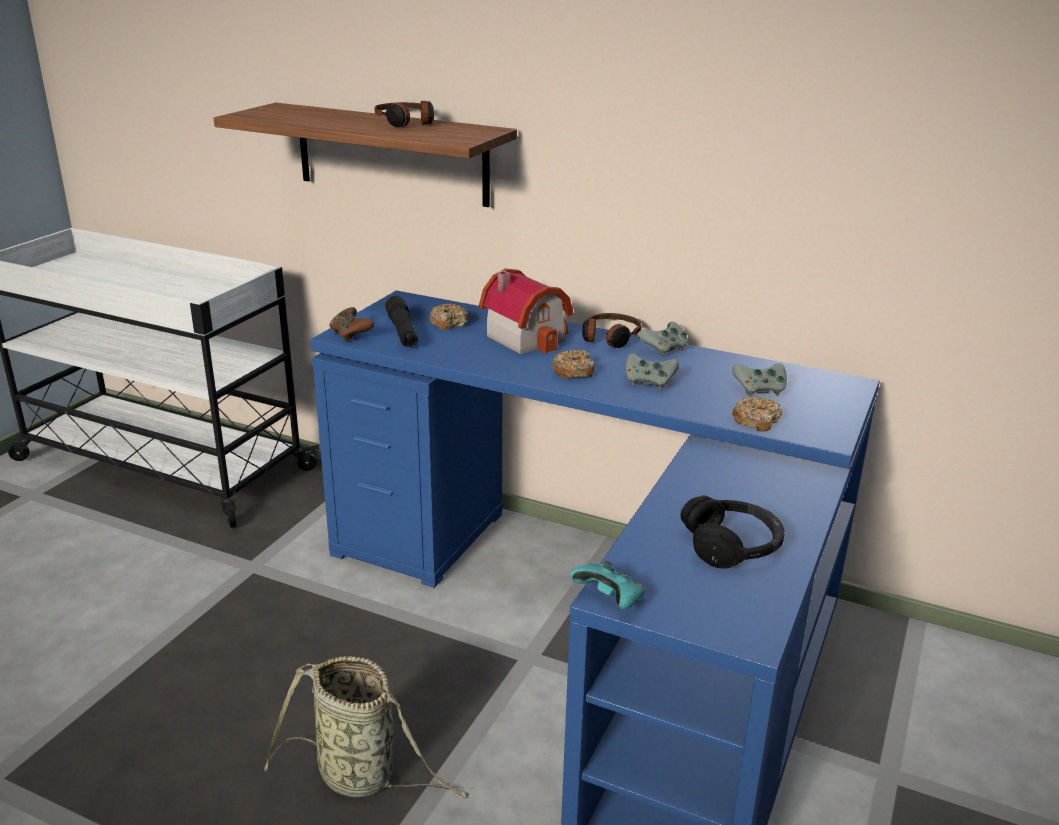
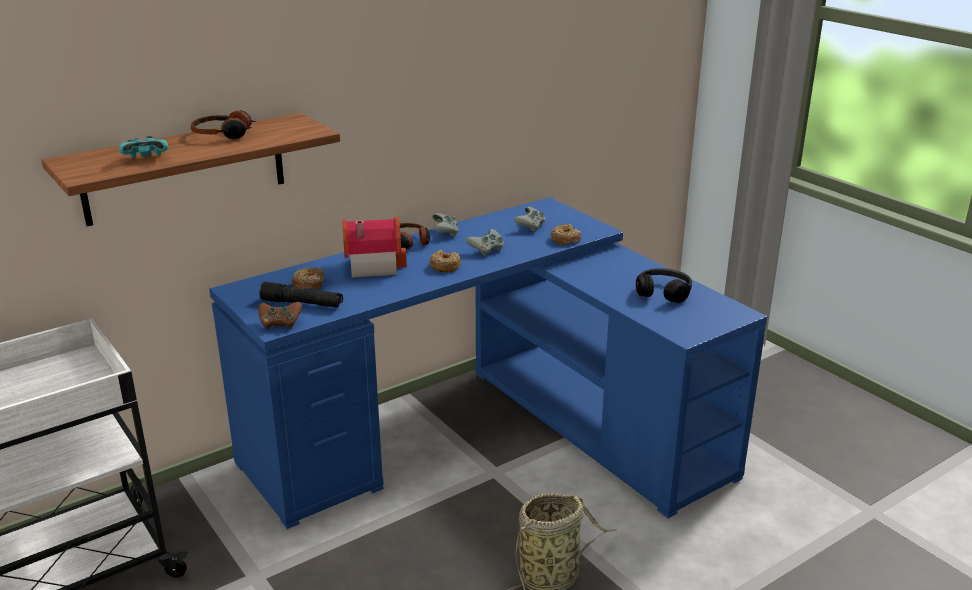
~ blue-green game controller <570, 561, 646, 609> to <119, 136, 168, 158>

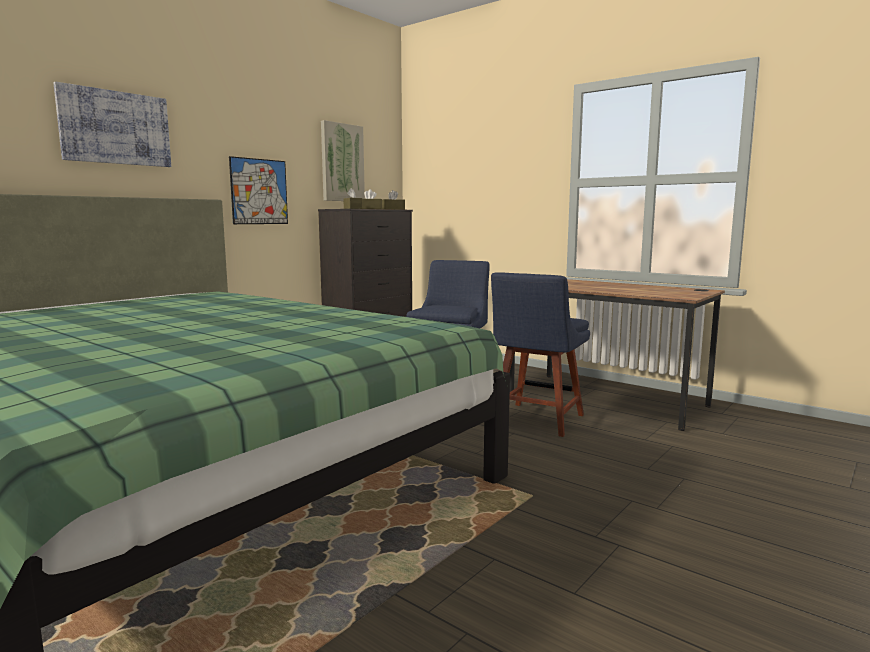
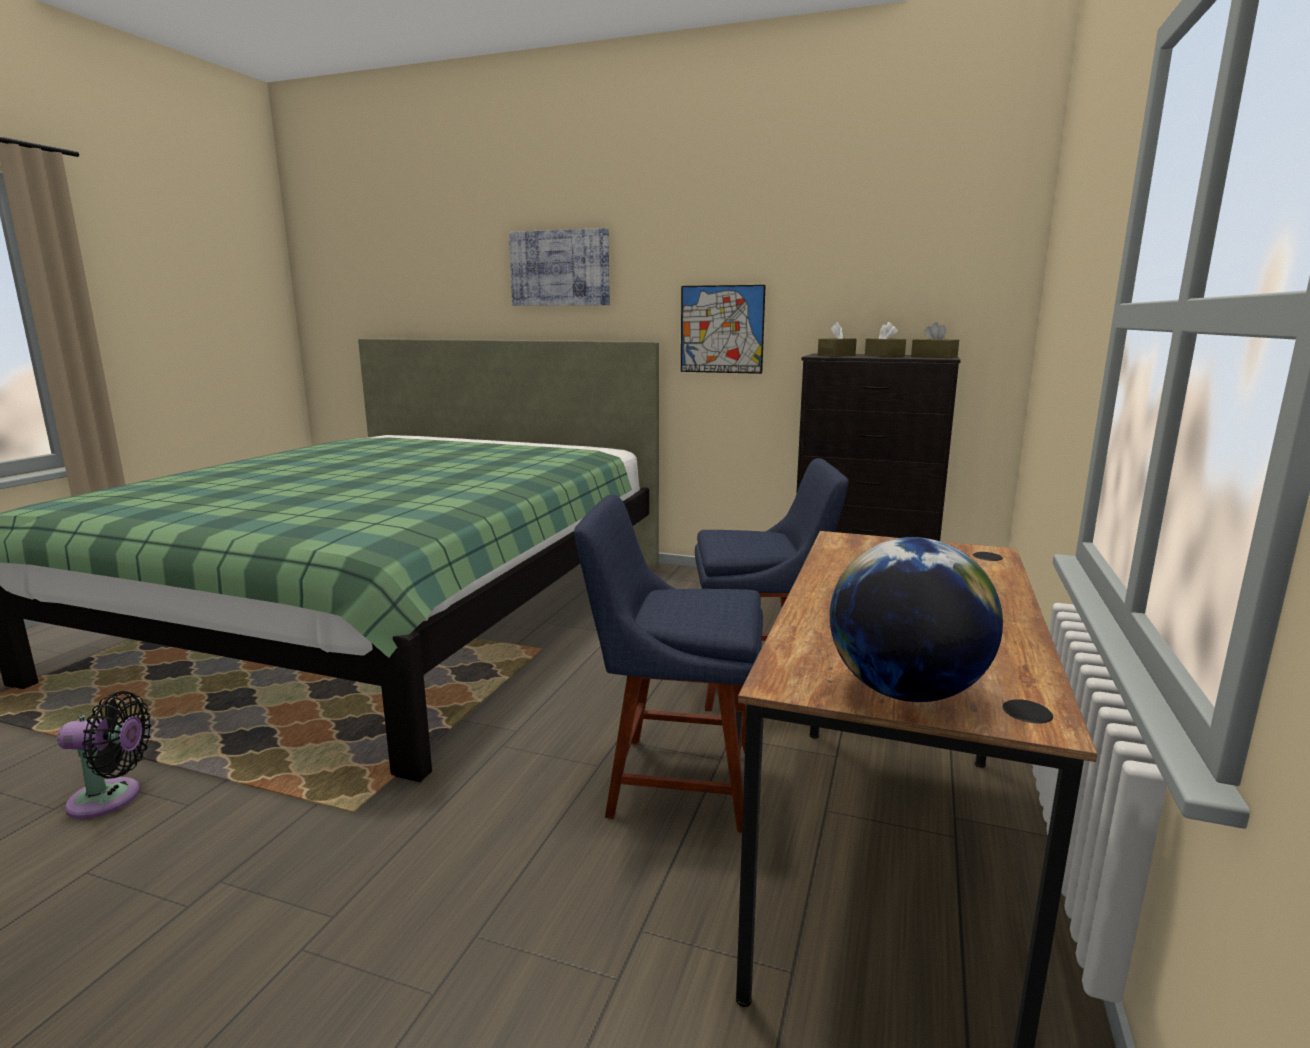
- wall picture <321, 120, 365, 201>
+ globe <830, 537, 1003, 702>
+ blackish electric fan <57, 691, 151, 819>

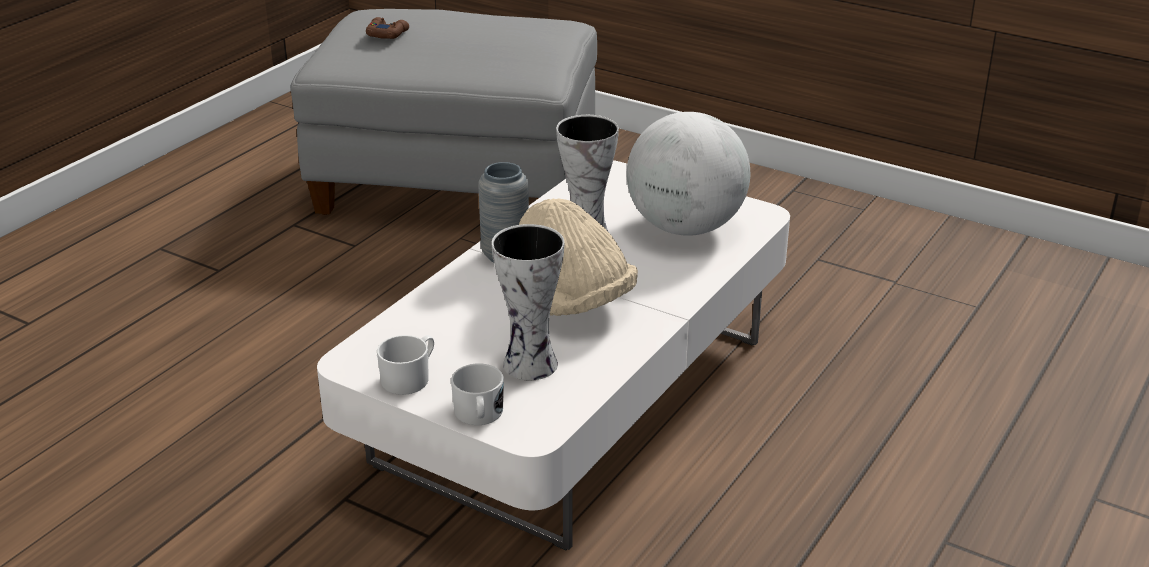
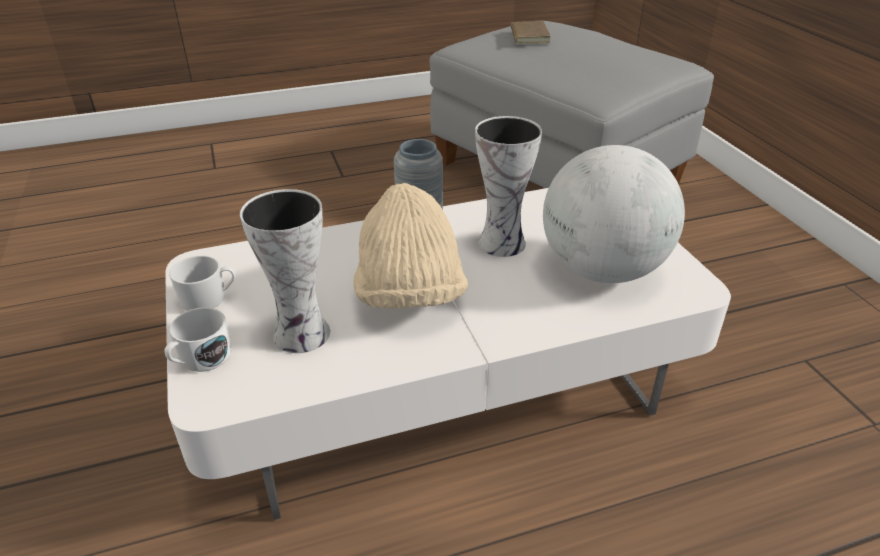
~ brown-coloured game controller <366, 17, 409, 39> to brown-coloured volume <505, 21, 551, 43>

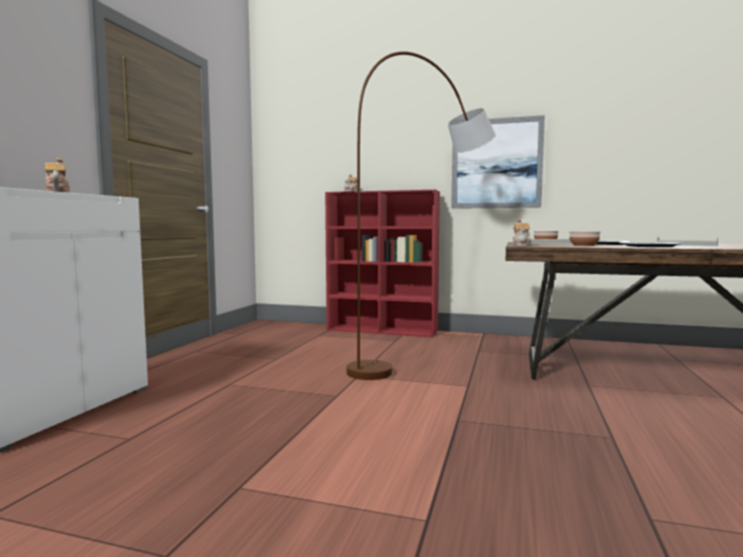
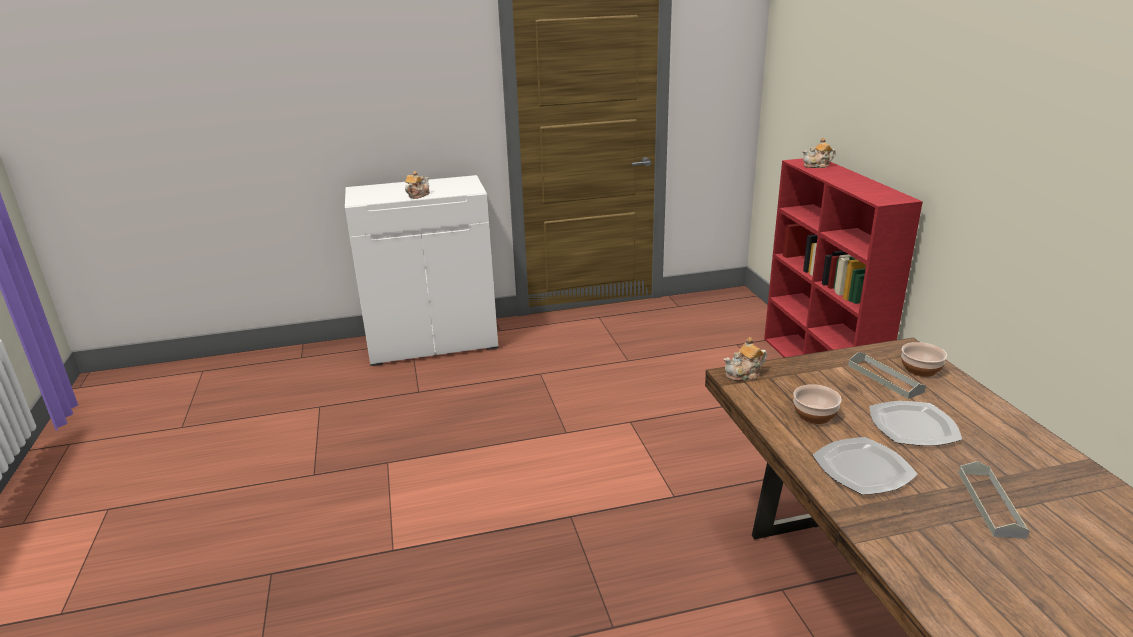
- brown-coloured floor lamp <346, 52, 496, 380>
- wall picture <451, 115, 545, 209>

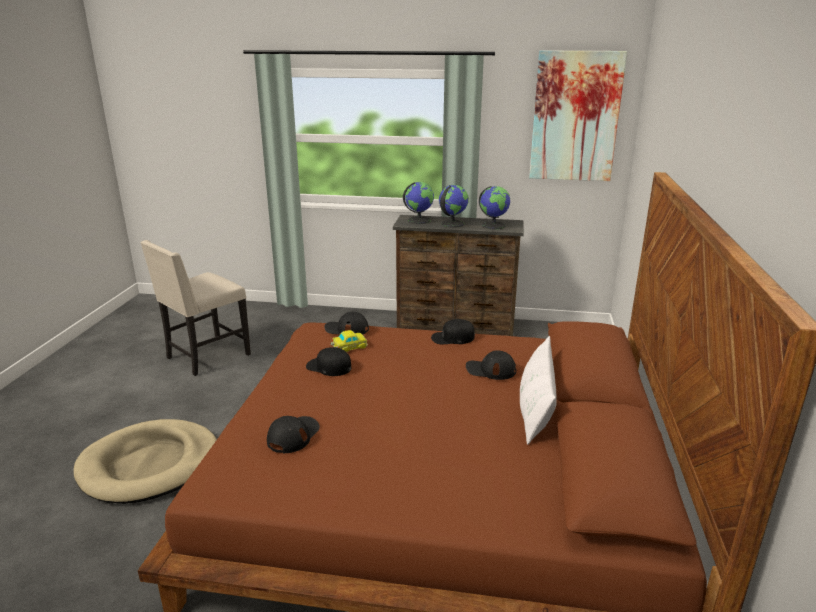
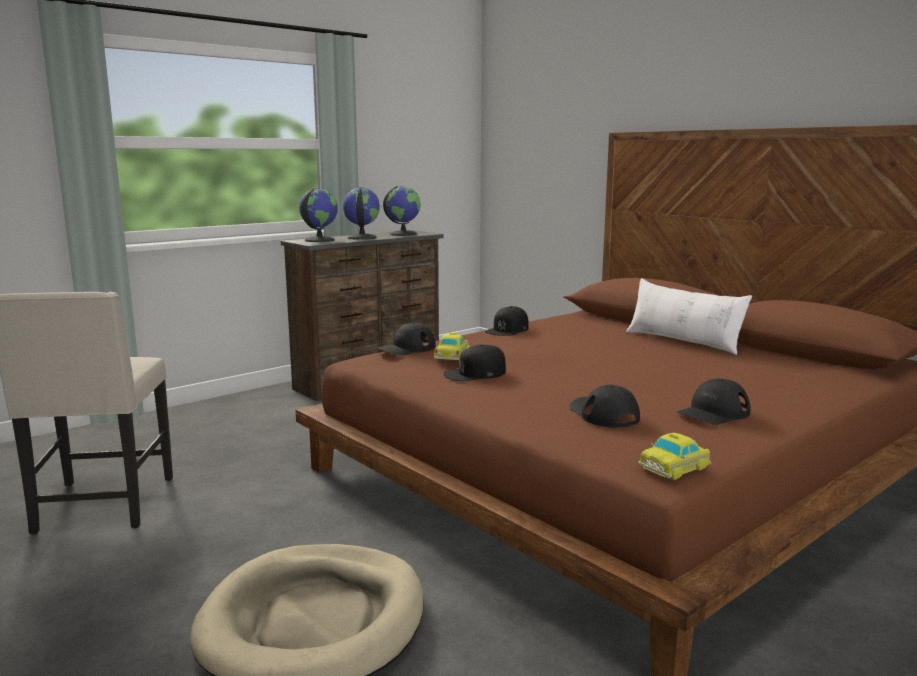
- wall picture <529, 51, 627, 181>
~ blackish cap <466, 351, 516, 380> to <677, 379, 750, 425>
+ toy car <638, 433, 711, 480>

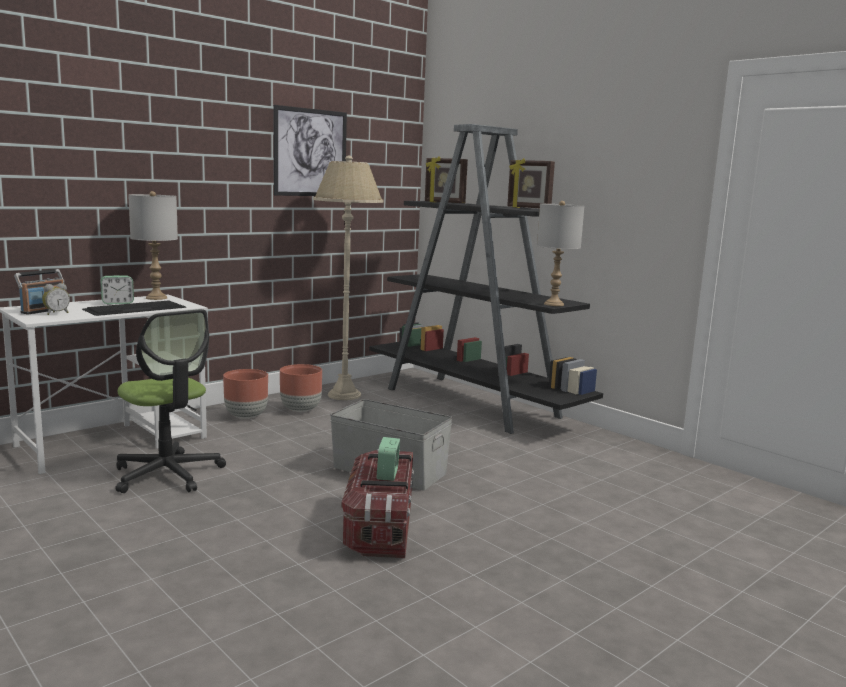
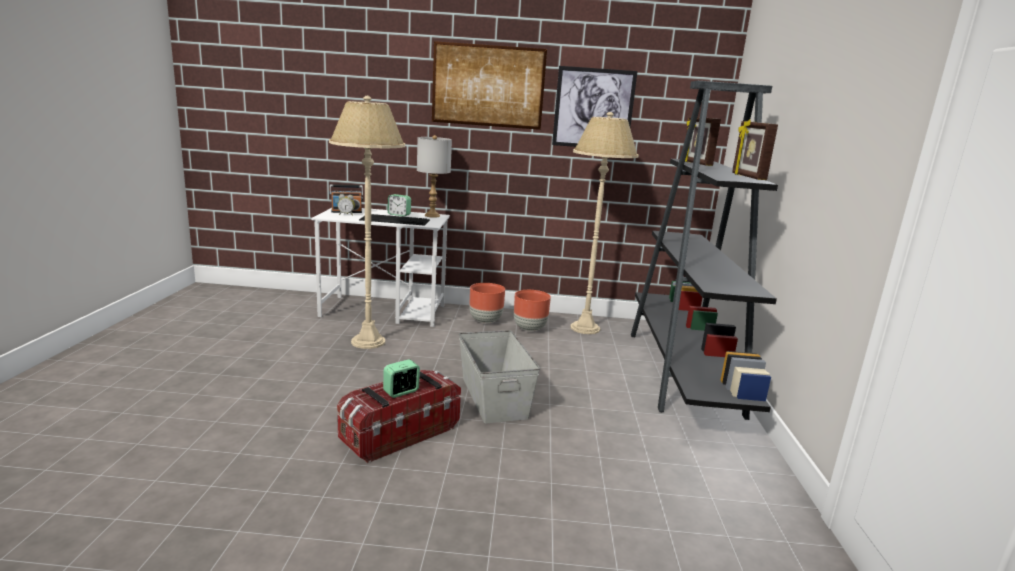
- grey table lamp <537, 201, 584, 306>
~ desk chair <115, 309, 226, 493> to beige-coloured floor lamp <329, 96, 405, 349>
+ wall picture <432, 41, 547, 130>

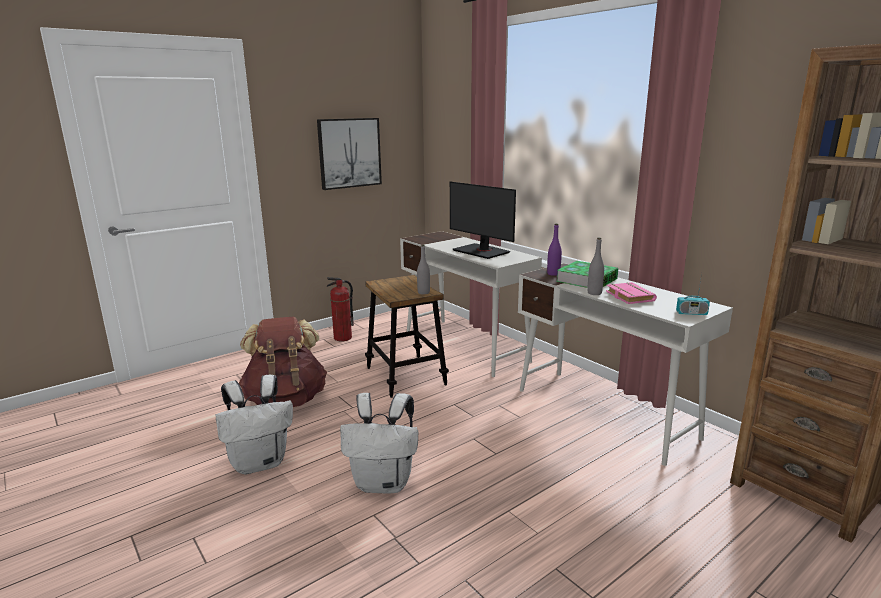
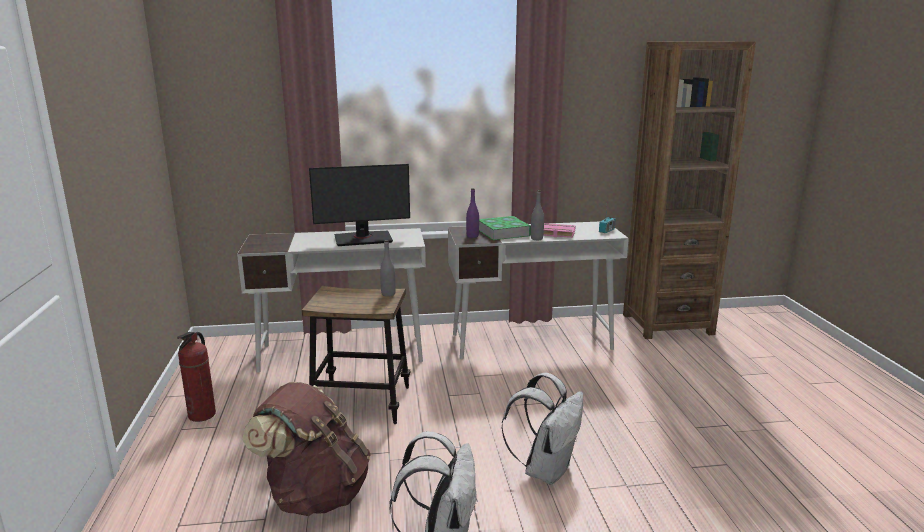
- wall picture <317, 118, 382, 190>

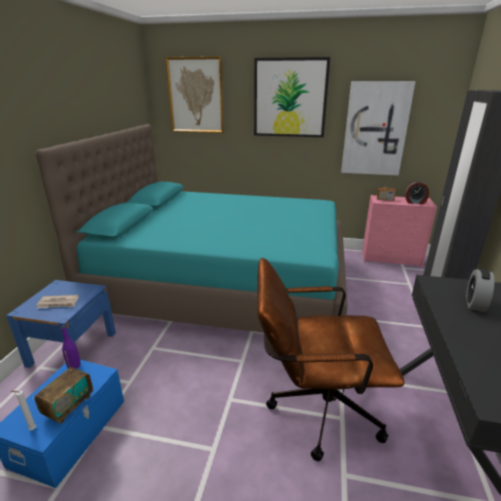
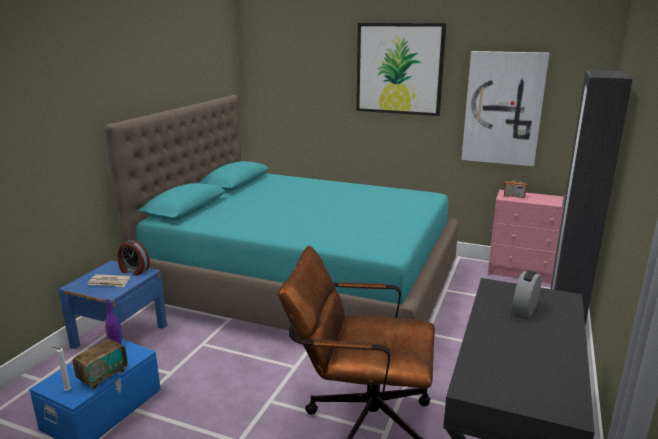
- wall picture <165, 56, 224, 133>
~ alarm clock <405, 181, 429, 205> to <118, 240, 150, 276>

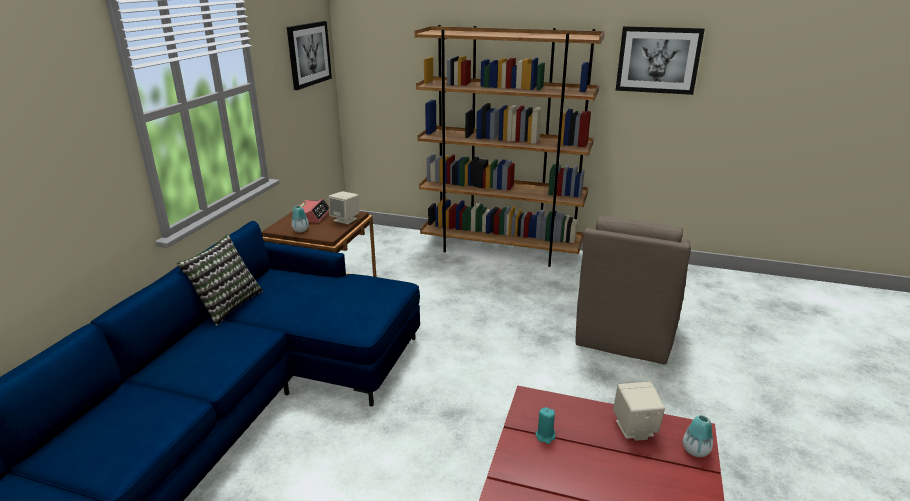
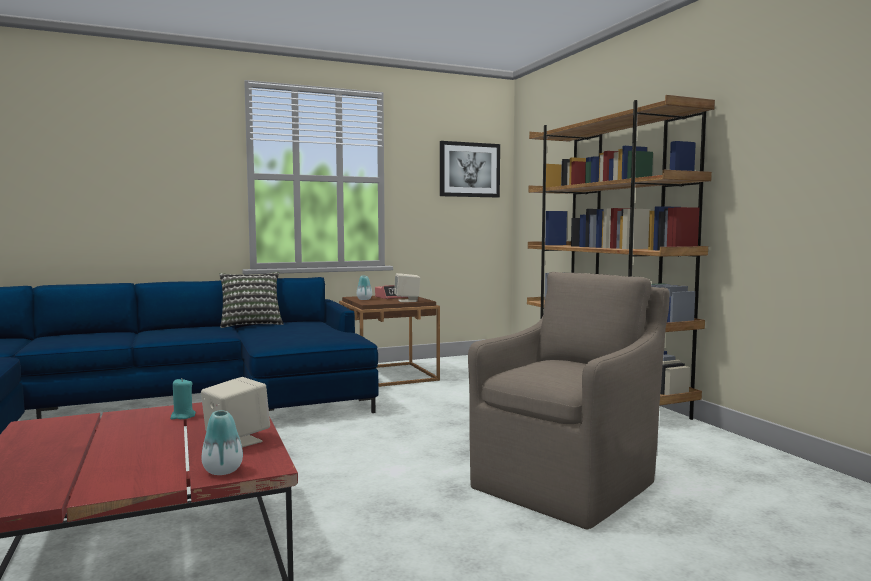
- wall picture <616, 26, 705, 95>
~ brown-coloured lounge chair <575, 216, 691, 364> = <468, 272, 670, 530> 150 degrees clockwise

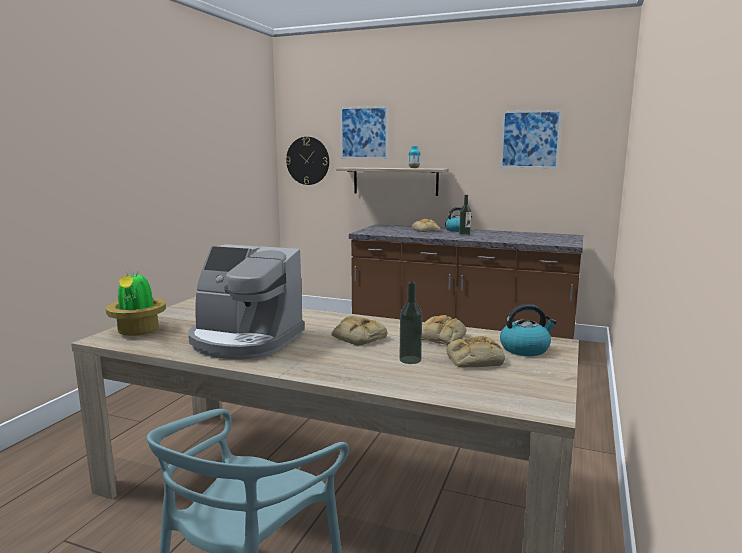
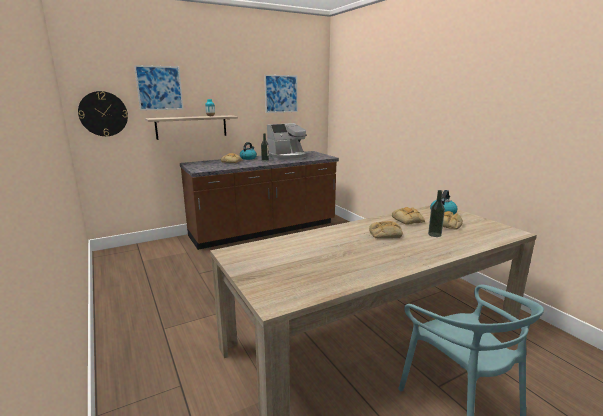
~ coffee machine <188, 244, 305, 359> to <267, 123, 307, 160>
- houseplant <106, 269, 166, 336>

